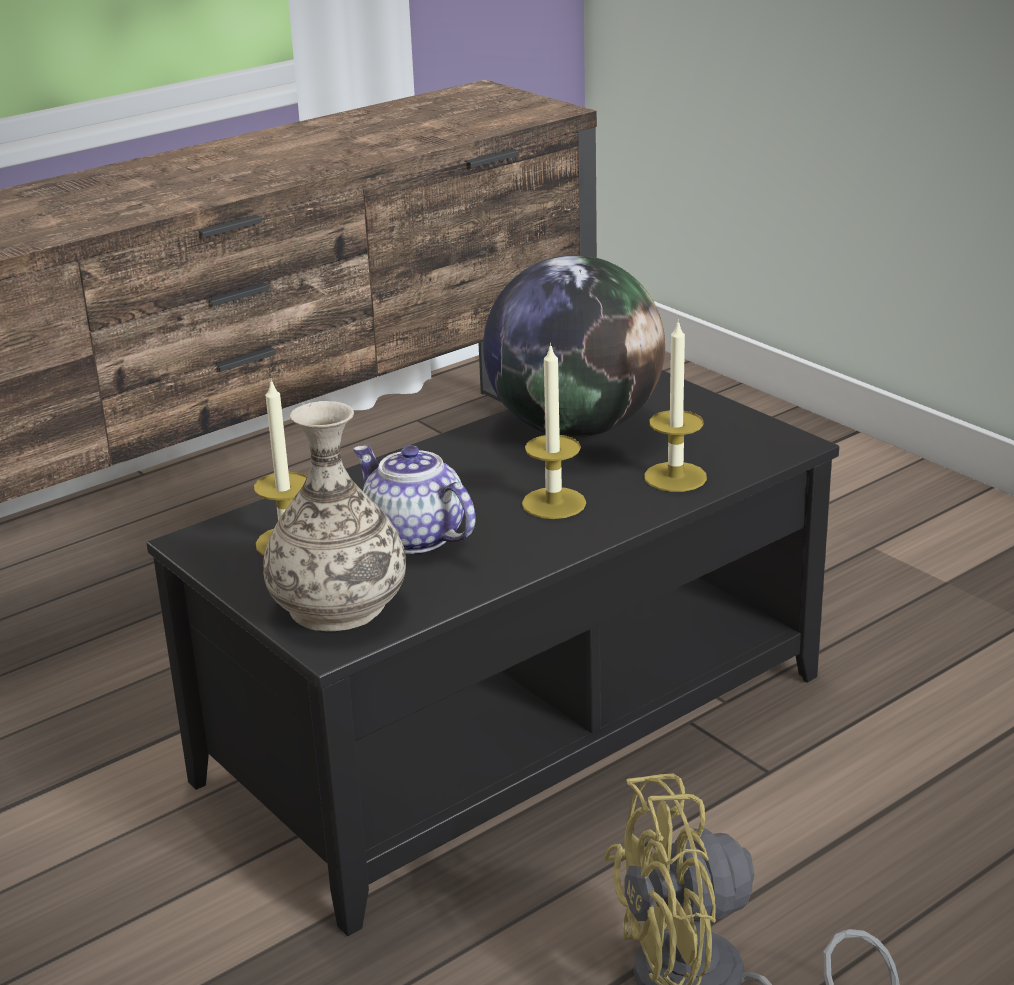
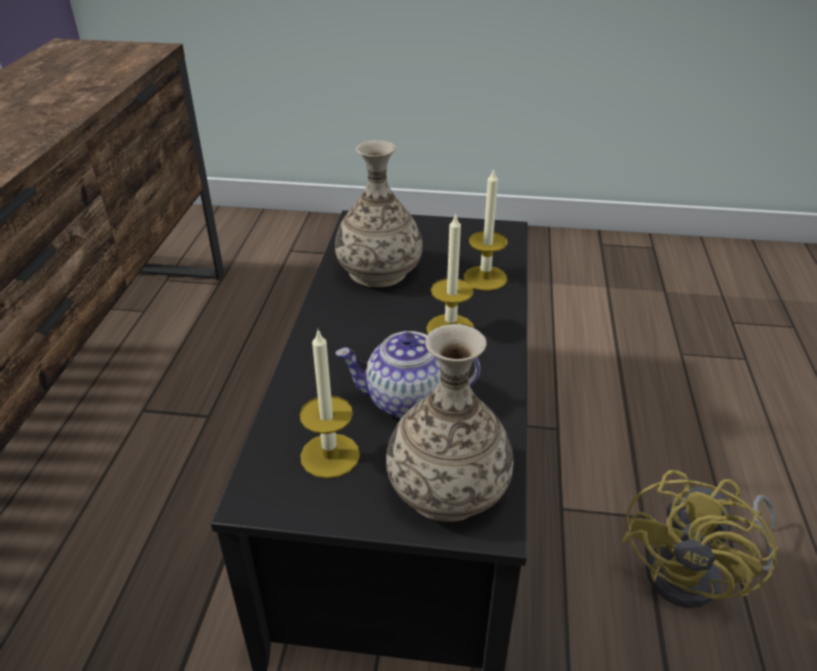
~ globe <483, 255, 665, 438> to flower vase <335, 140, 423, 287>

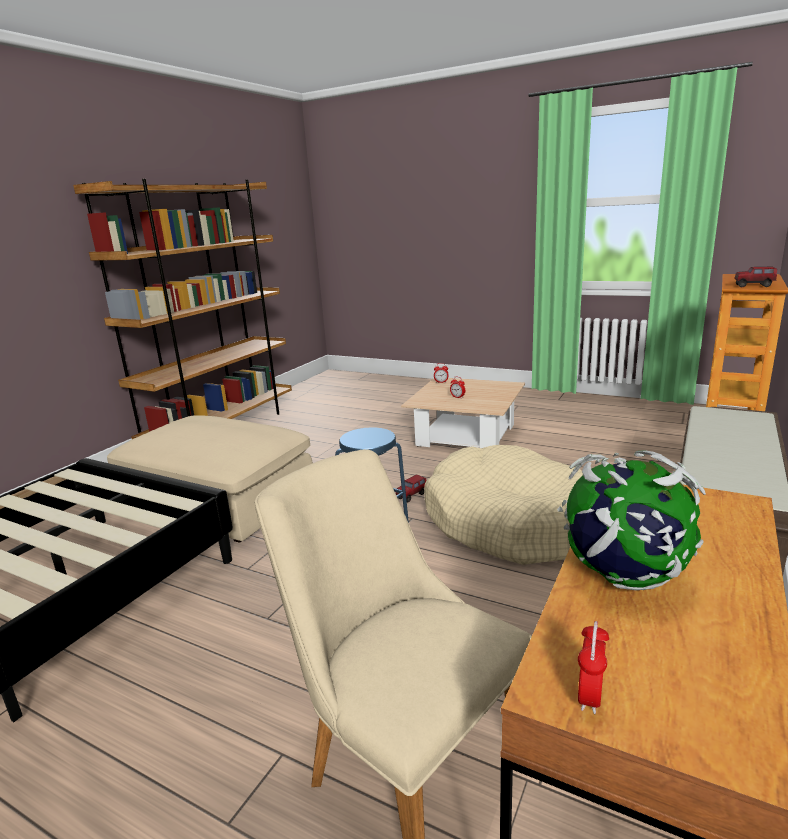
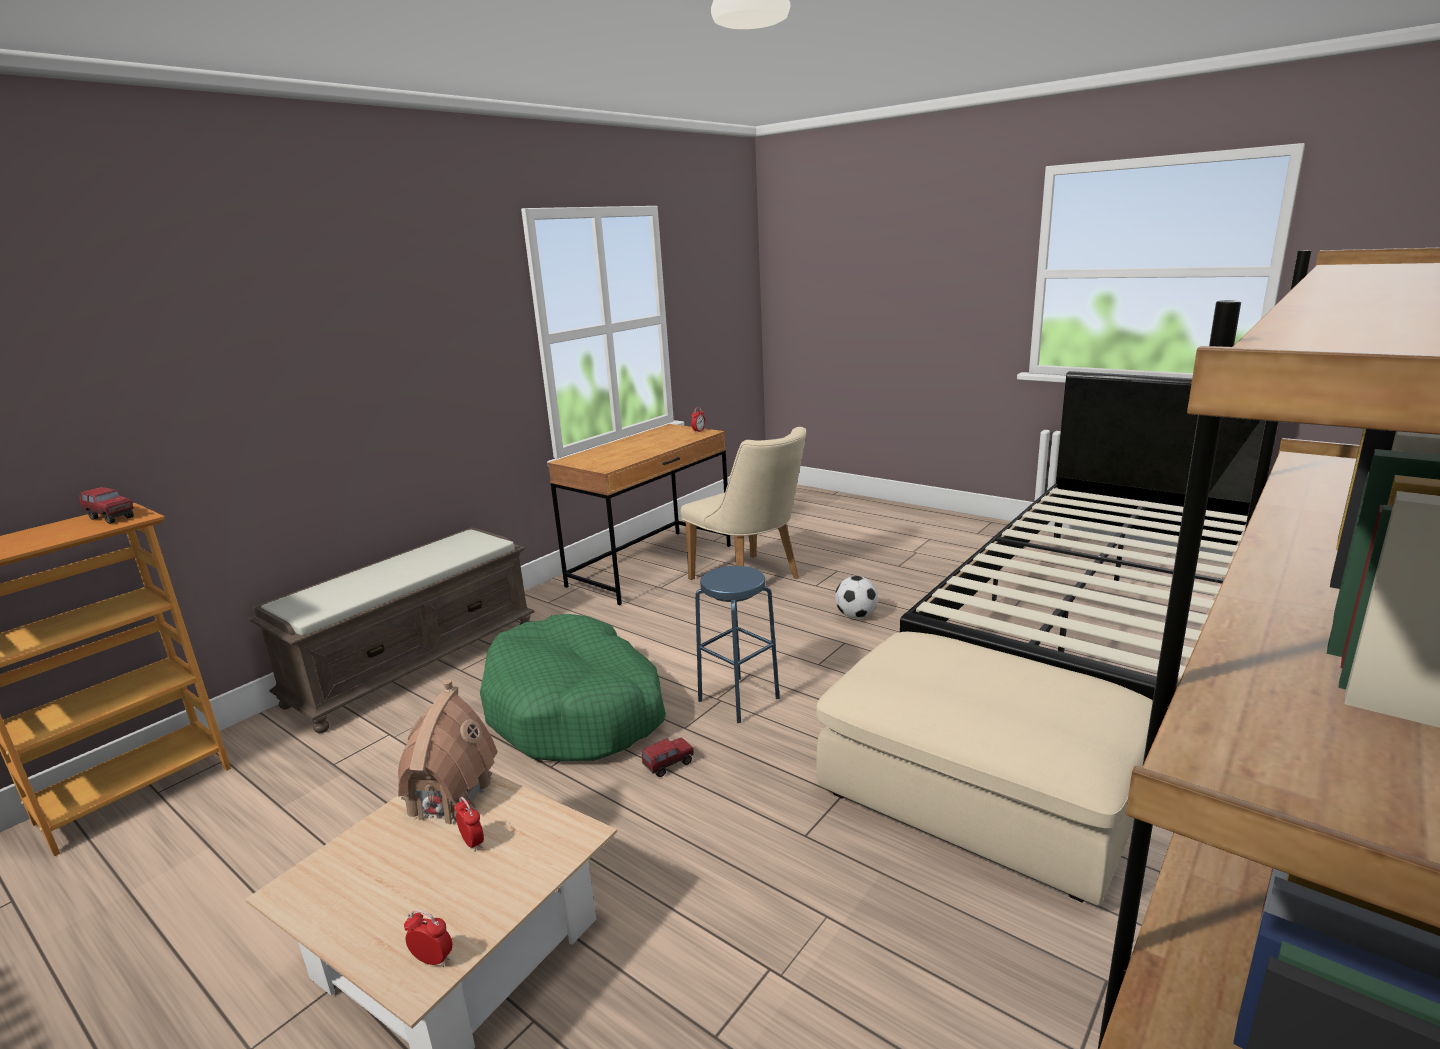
~ beige-coloured dog bed <424, 445, 583, 565> to green-coloured dog bed <480, 614, 666, 761>
- globe <557, 450, 706, 590>
+ football ball <835, 576, 878, 618>
+ model house <398, 680, 498, 825>

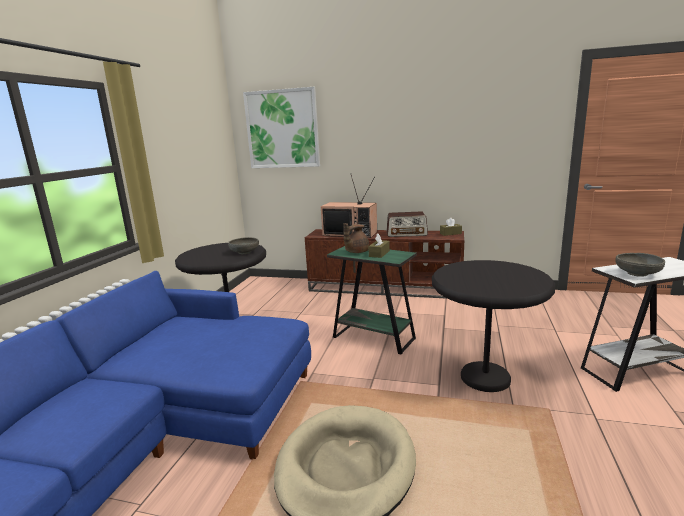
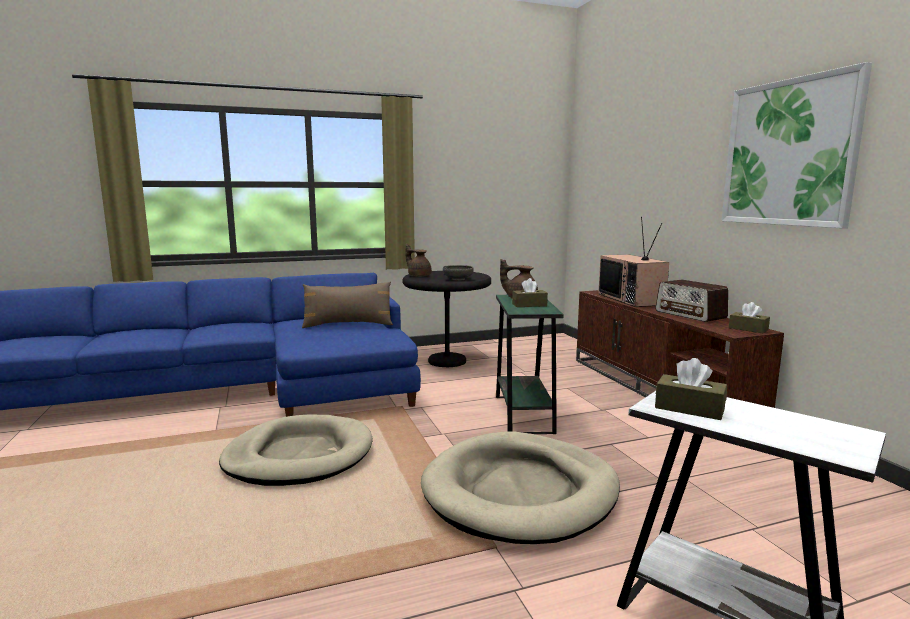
~ wall picture <243, 87, 320, 168> to <721, 62, 872, 228>
~ grey bowl <615, 253, 665, 277> to brown-coloured tissue box <655, 358, 727, 420>
~ blackish end table <432, 260, 555, 392> to beige-coloured dog bed <421, 431, 620, 544>
+ brown-coloured tea pot <406, 244, 432, 277>
+ brown-coloured cushion <302, 281, 393, 328>

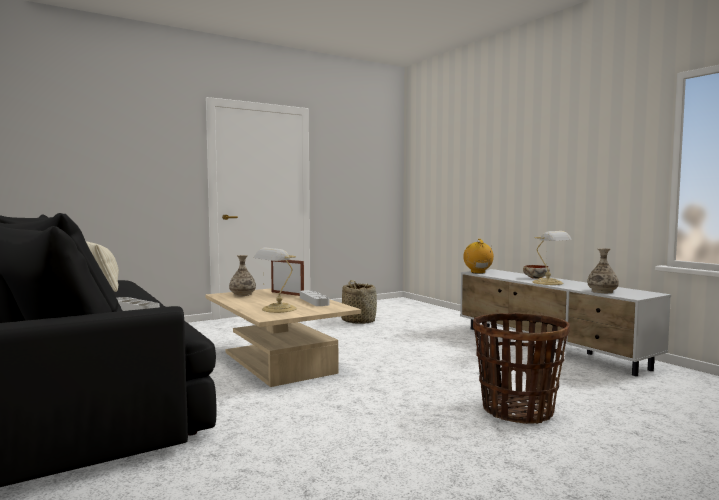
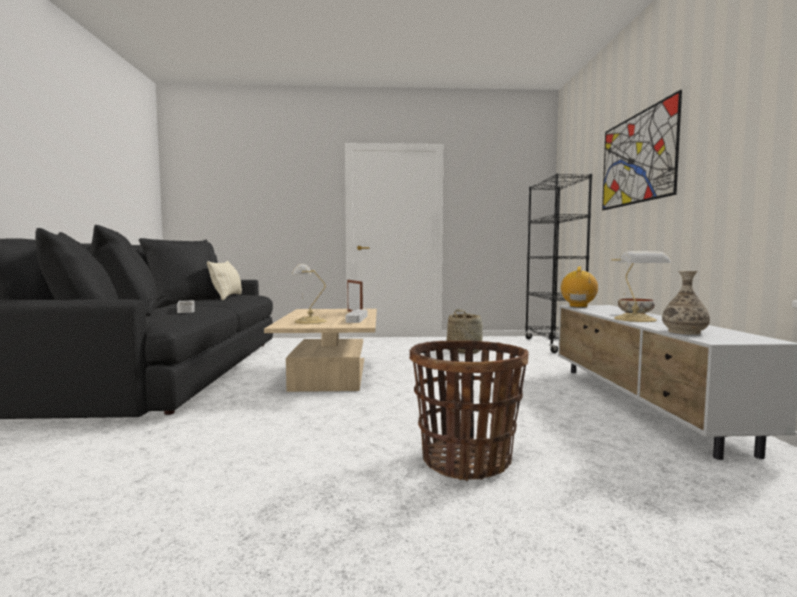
- flower vase <229, 255, 256, 296>
+ wall picture <602, 90, 682, 210>
+ blackish bookshelf <525, 174, 592, 353>

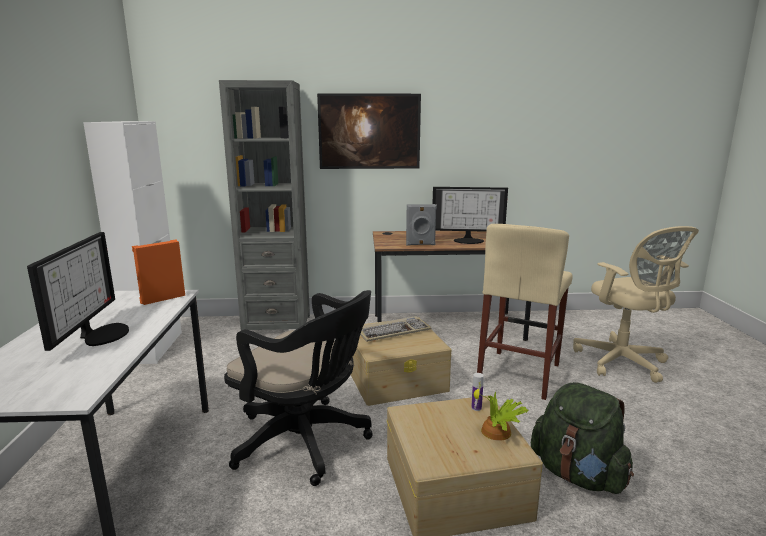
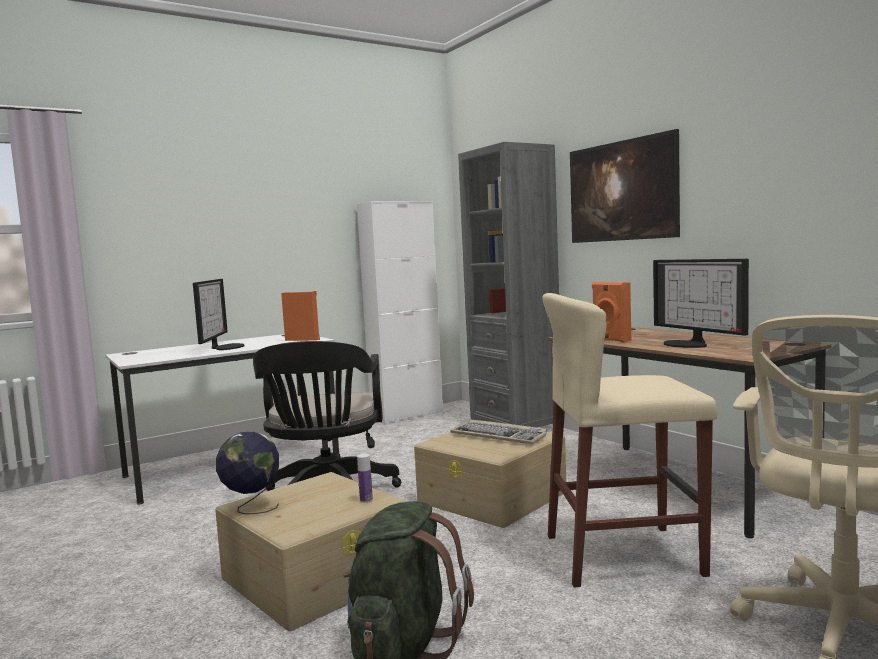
~ grey loudspeaker <406, 204, 437, 245> to orange-coloured loudspeaker <592, 282, 631, 342>
~ monitor <27, 232, 129, 351> = <193, 279, 245, 350> 60 degrees counterclockwise
- houseplant <474, 382, 529, 441>
+ globe <216, 432, 279, 514>

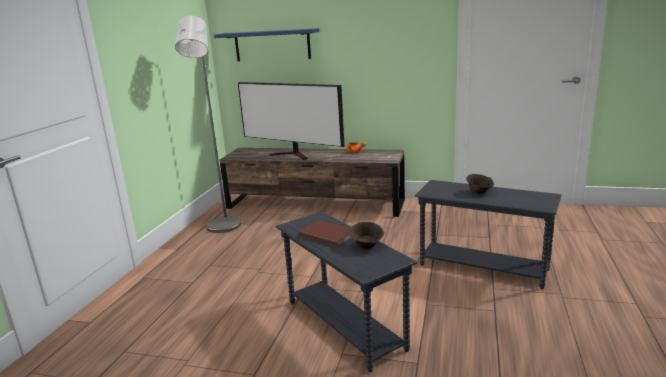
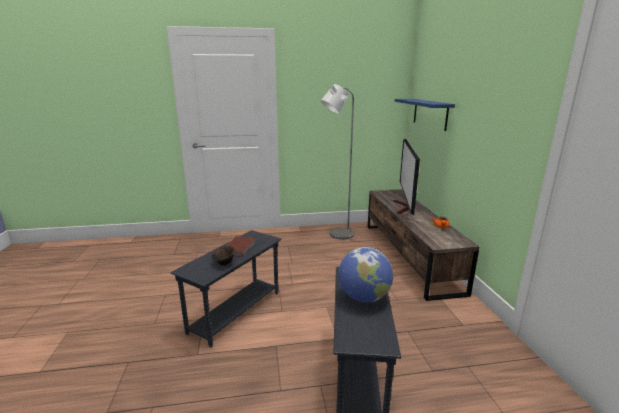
~ brown-coloured bowl <466, 174, 494, 194> to globe <338, 247, 393, 303>

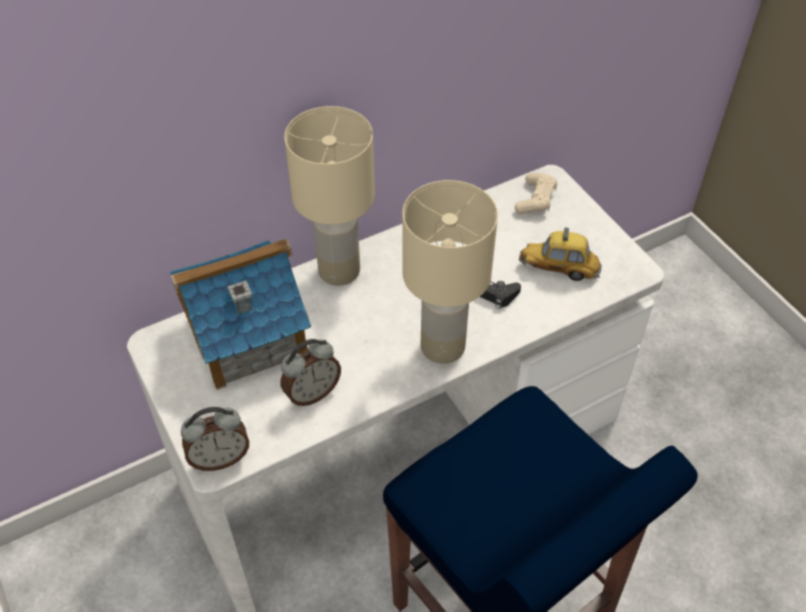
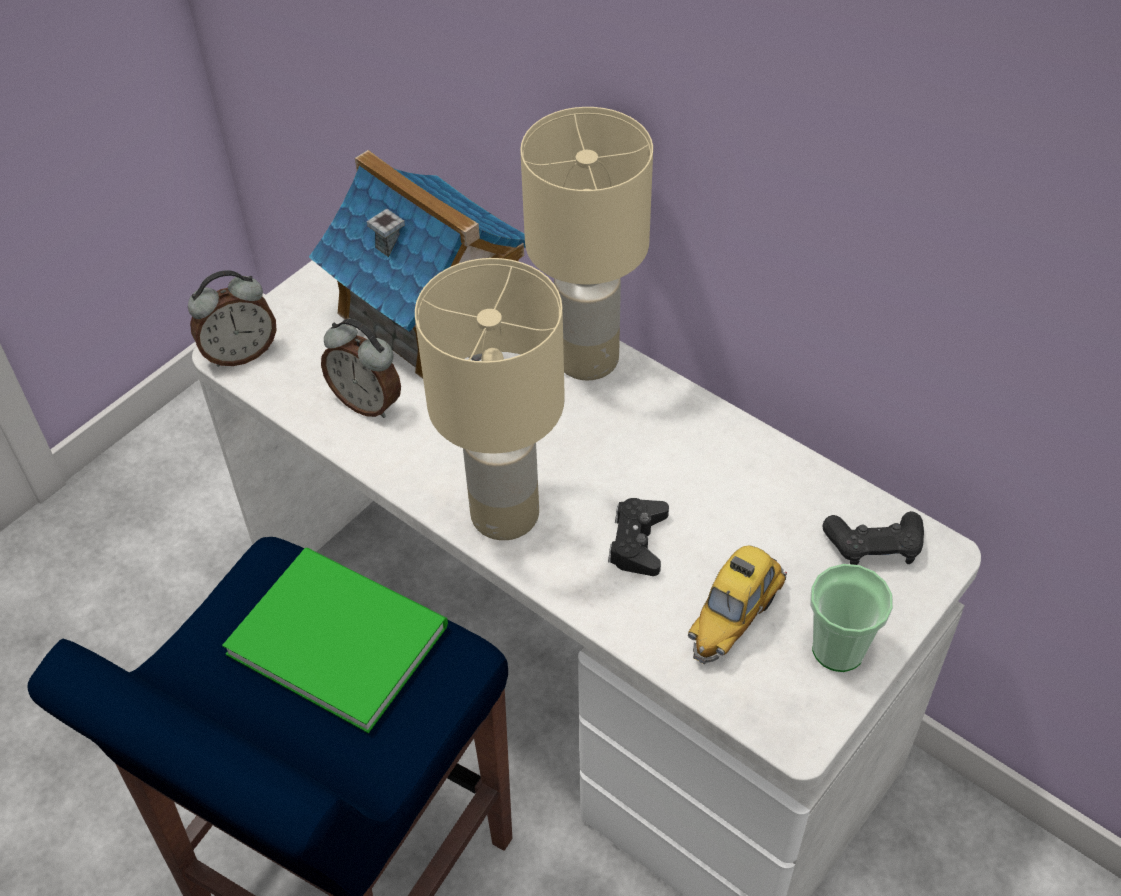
~ beige-coloured game controller <515, 173, 558, 214> to blackish game controller <823, 511, 924, 565>
~ toy car <519, 228, 602, 281> = <688, 545, 787, 665> 135 degrees counterclockwise
~ alarm clock <181, 407, 249, 471> = <188, 270, 276, 367> 75 degrees counterclockwise
+ green-coloured volume <222, 548, 448, 733>
+ drinking cup <810, 564, 893, 672>

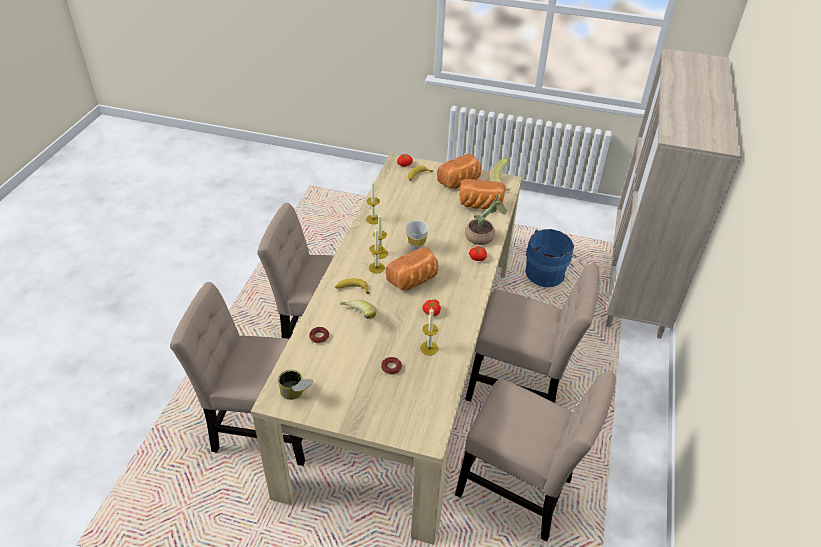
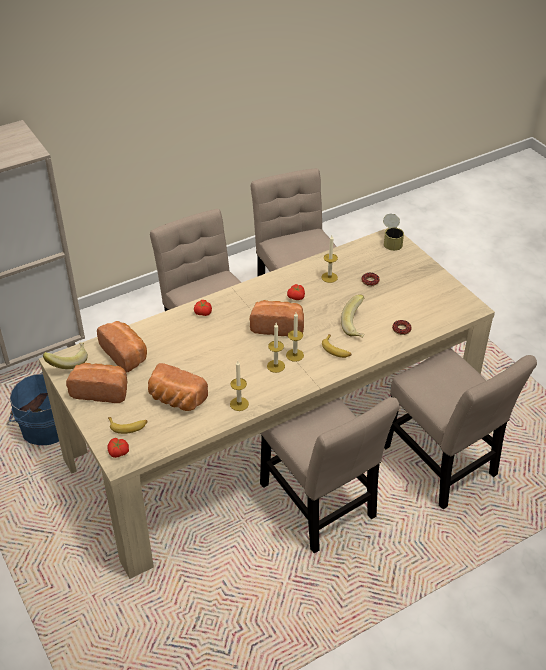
- houseplant <465, 194, 508, 245>
- white-coloured drinking cup <406, 220, 429, 251>
~ can <278, 370, 313, 400> to <383, 214, 404, 251>
+ bakery bread <148, 363, 208, 411>

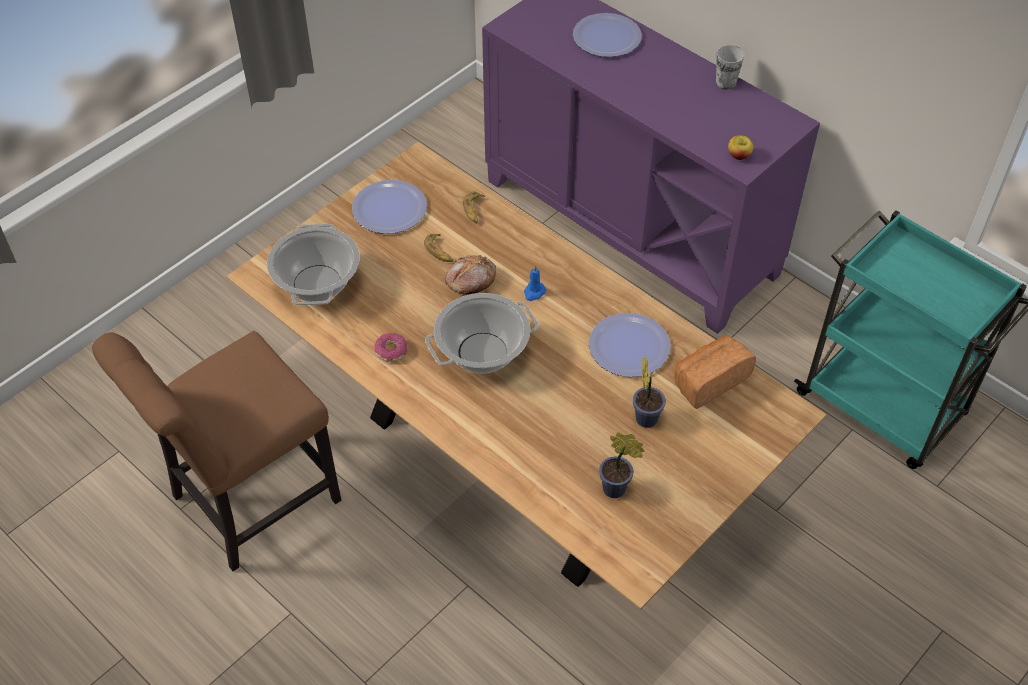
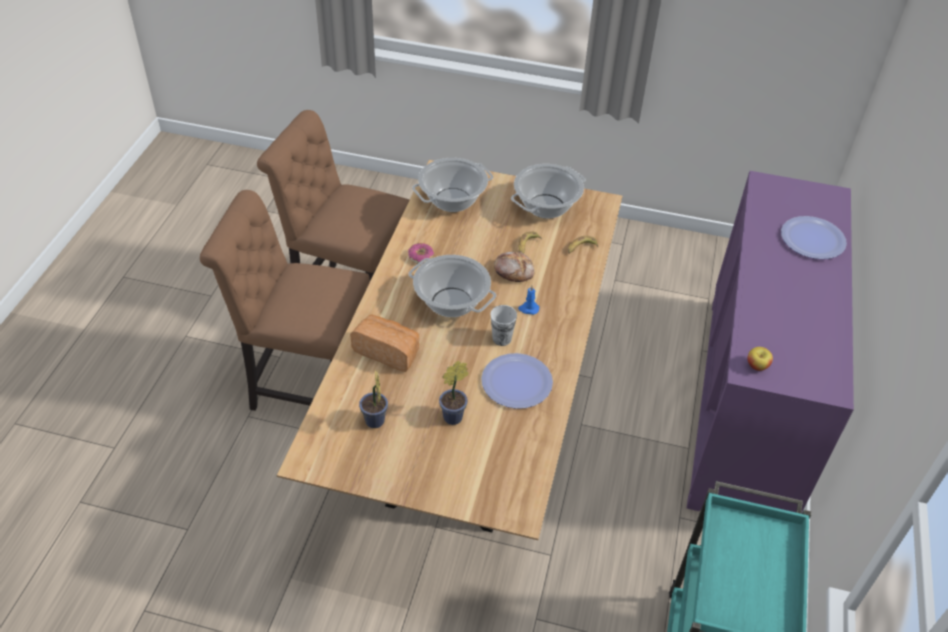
~ drinking cup <716, 45, 744, 90> to <491, 305, 517, 346>
~ flat dish <352, 180, 427, 234> to cooking pot <511, 164, 586, 219>
~ bakery bread <674, 335, 756, 409> to <350, 314, 419, 372>
+ brown-coloured plain chair <200, 190, 370, 411>

